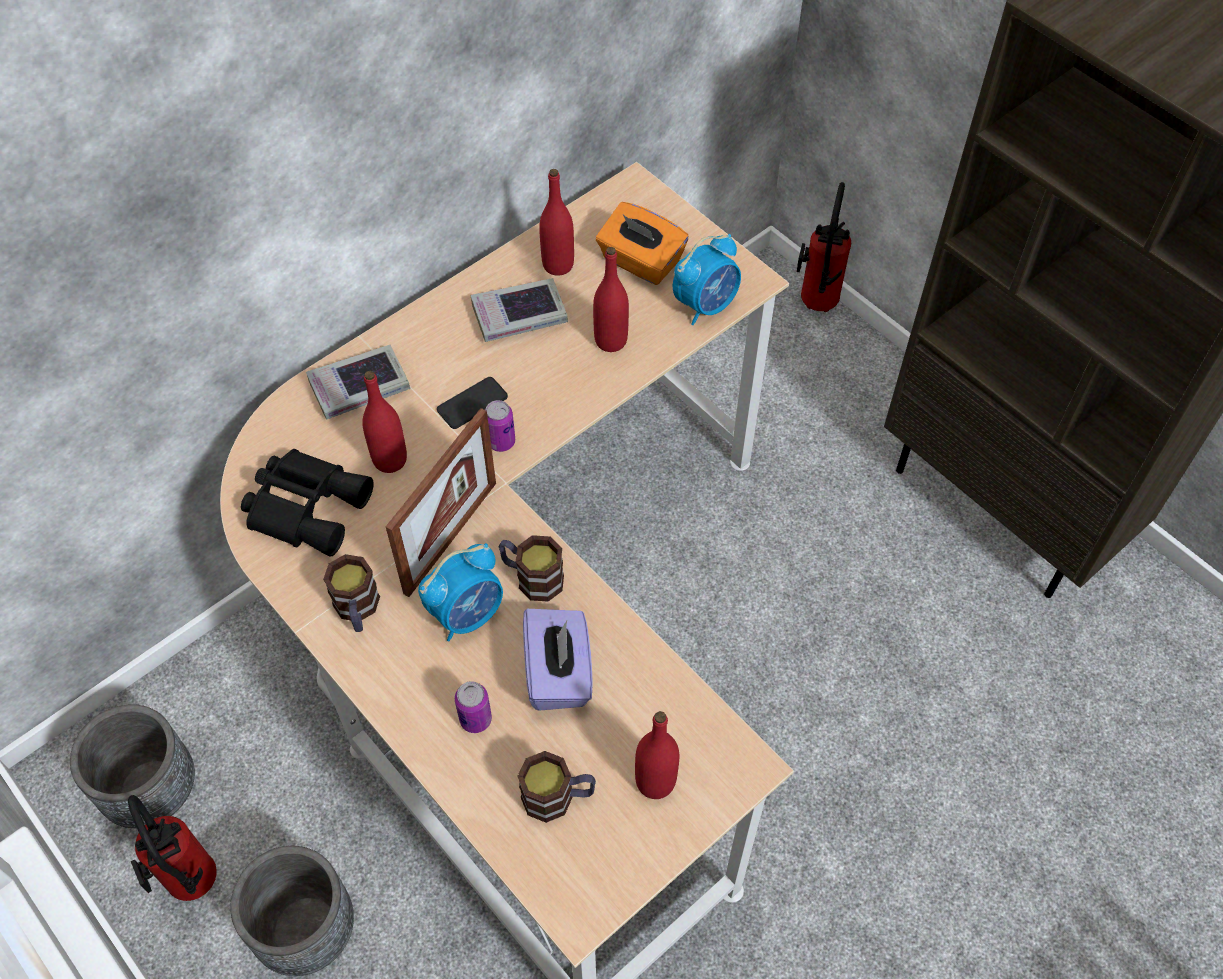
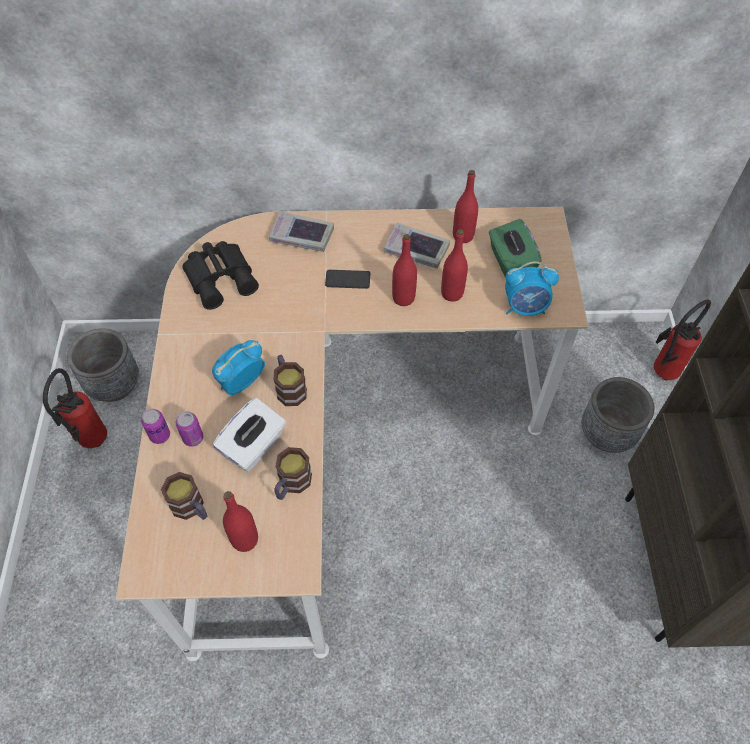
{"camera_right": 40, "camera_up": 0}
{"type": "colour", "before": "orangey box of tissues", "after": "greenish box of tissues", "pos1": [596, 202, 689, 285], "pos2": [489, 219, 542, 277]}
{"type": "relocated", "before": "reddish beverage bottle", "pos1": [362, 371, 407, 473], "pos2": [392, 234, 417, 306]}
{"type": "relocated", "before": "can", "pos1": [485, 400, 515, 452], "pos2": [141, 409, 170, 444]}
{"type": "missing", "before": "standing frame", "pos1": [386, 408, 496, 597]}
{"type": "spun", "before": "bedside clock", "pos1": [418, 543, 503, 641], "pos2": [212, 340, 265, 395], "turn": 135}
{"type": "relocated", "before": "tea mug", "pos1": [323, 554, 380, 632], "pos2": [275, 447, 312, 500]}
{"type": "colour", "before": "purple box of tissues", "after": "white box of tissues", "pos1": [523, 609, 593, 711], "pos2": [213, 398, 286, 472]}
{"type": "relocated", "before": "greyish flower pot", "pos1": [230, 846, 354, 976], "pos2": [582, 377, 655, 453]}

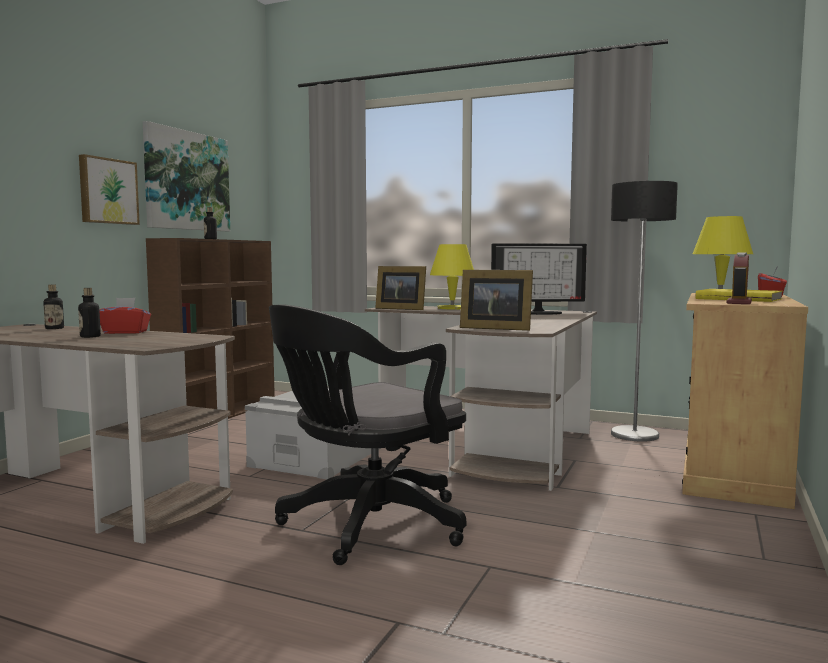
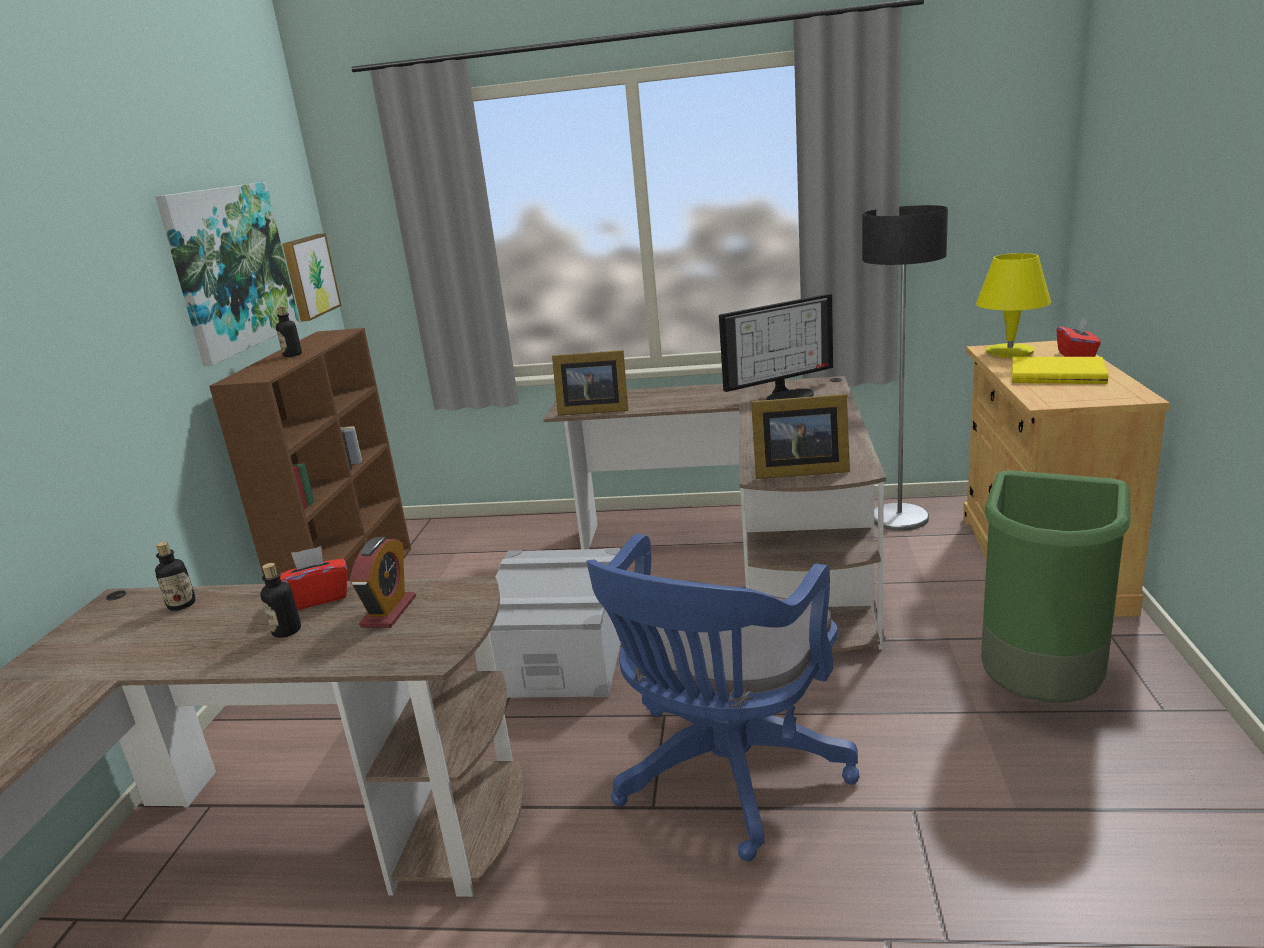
{"camera_right": -15, "camera_up": 15}
{"type": "relocated", "before": "wall picture", "pos1": [79, 154, 140, 225], "pos2": [282, 233, 341, 322]}
{"type": "missing", "before": "yellow tabletop lamp", "pos1": [430, 244, 474, 310]}
{"type": "relocated", "before": "bedside clock", "pos1": [726, 252, 752, 304], "pos2": [350, 537, 416, 628]}
{"type": "colour", "before": "blackish office chair", "after": "bluish office chair", "pos1": [269, 304, 466, 565], "pos2": [586, 534, 860, 861]}
{"type": "appeared", "after": "greenish trash can", "pos2": [981, 470, 1131, 703]}

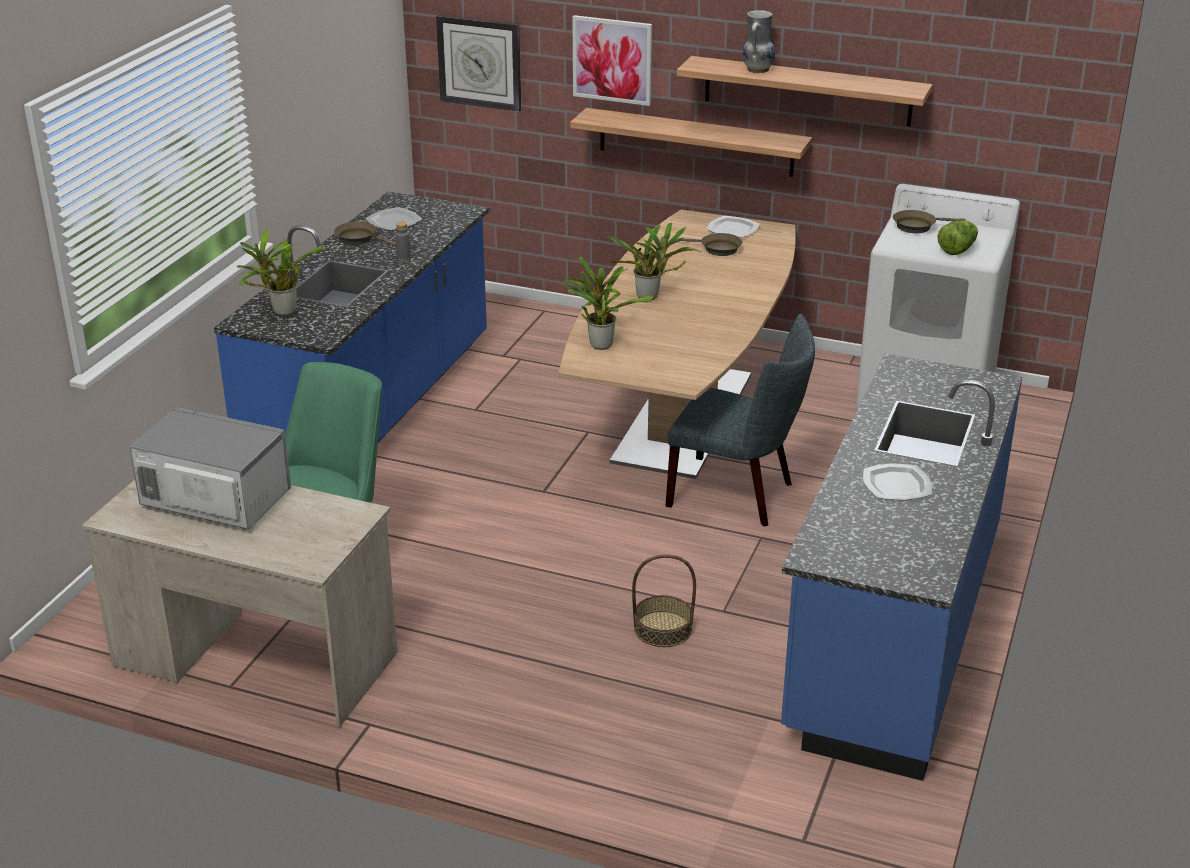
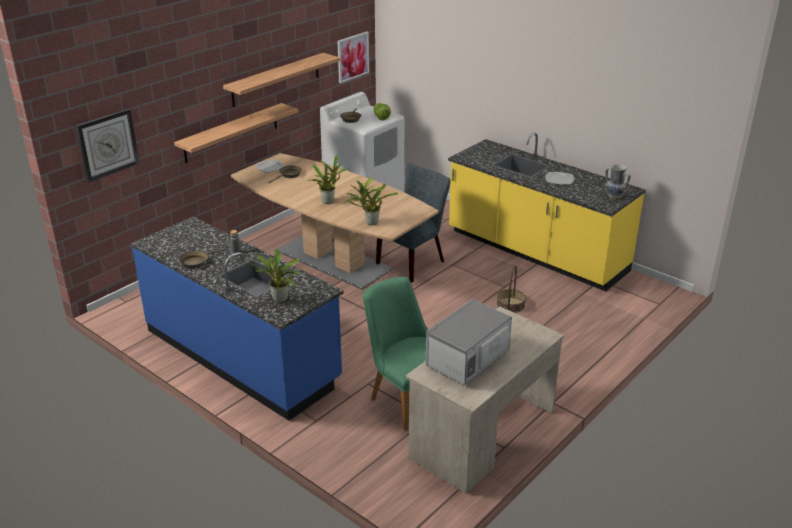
{"camera_right": -70, "camera_up": 0}
{"type": "relocated", "before": "flower vase", "pos1": [743, 10, 775, 73], "pos2": [605, 164, 631, 200]}
{"type": "relocated", "before": "wall picture", "pos1": [572, 15, 652, 106], "pos2": [337, 31, 369, 83]}
{"type": "missing", "before": "plate", "pos1": [365, 207, 422, 231]}
{"type": "colour", "before": "bluish kitchen base unit", "after": "yellow kitchen base unit", "pos1": [781, 353, 1022, 781], "pos2": [448, 132, 646, 291]}

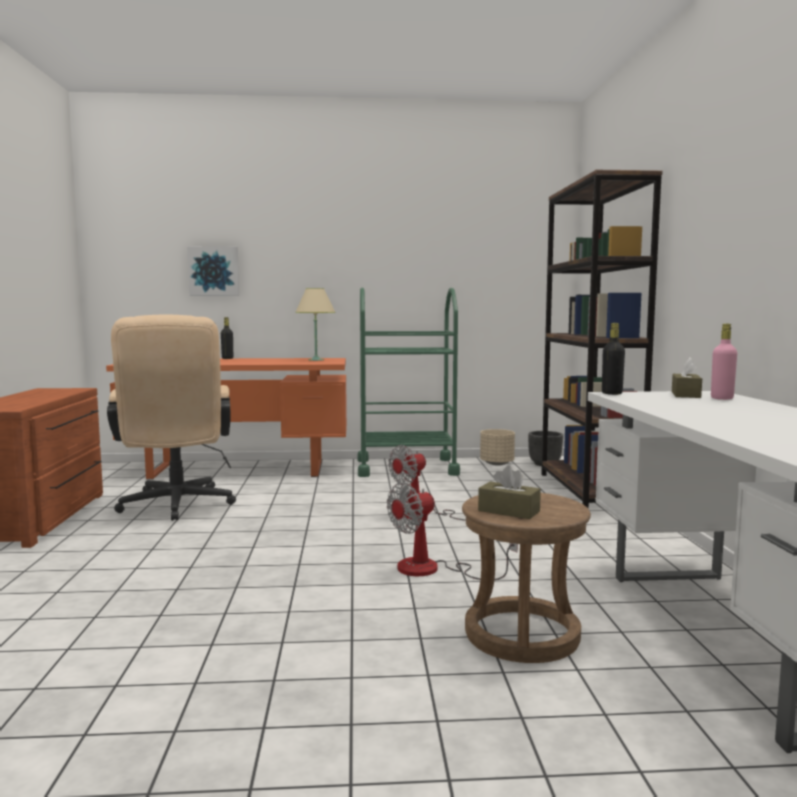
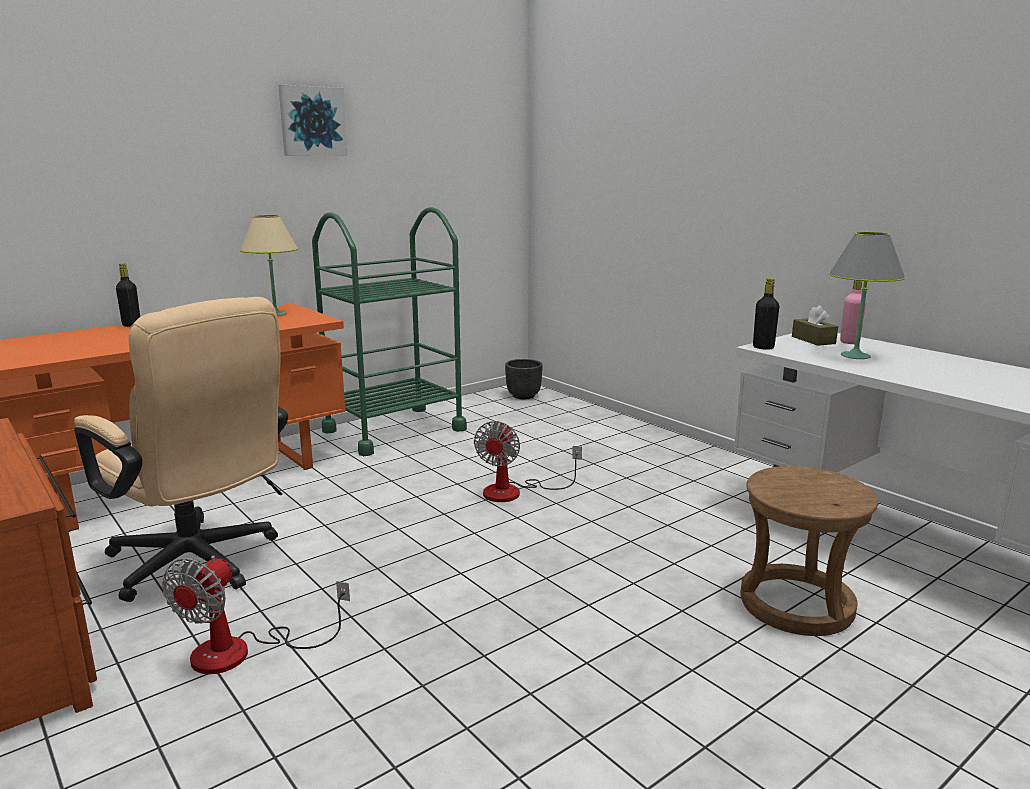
{"camera_right": -35, "camera_up": 10}
{"type": "missing", "before": "brown-coloured bookcase", "pos1": [541, 170, 663, 509]}
{"type": "relocated", "before": "wall picture", "pos1": [187, 246, 239, 296], "pos2": [278, 85, 348, 156]}
{"type": "missing", "before": "sand-coloured flower pot", "pos1": [480, 429, 515, 466]}
{"type": "missing", "before": "brown-coloured box of tissues", "pos1": [478, 466, 541, 519]}
{"type": "relocated", "before": "cooling fan", "pos1": [387, 482, 518, 580], "pos2": [162, 556, 350, 674]}
{"type": "appeared", "after": "greyish tabletop lamp", "pos2": [829, 232, 905, 359]}

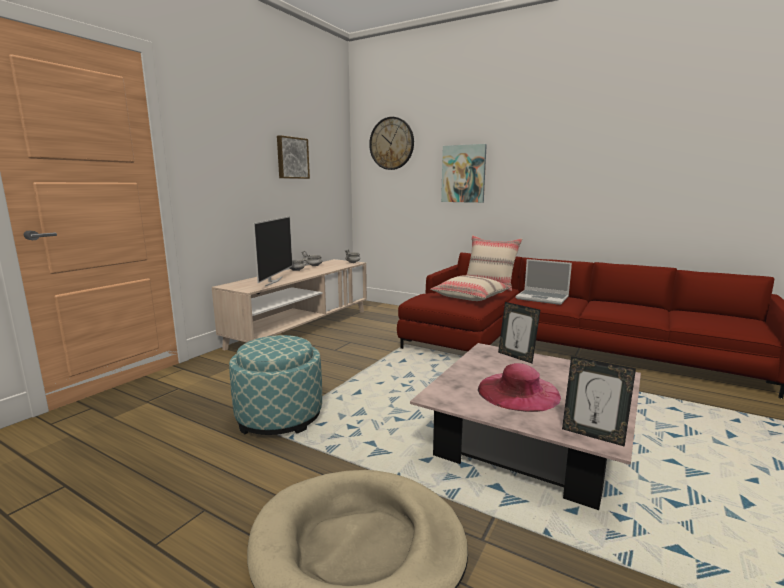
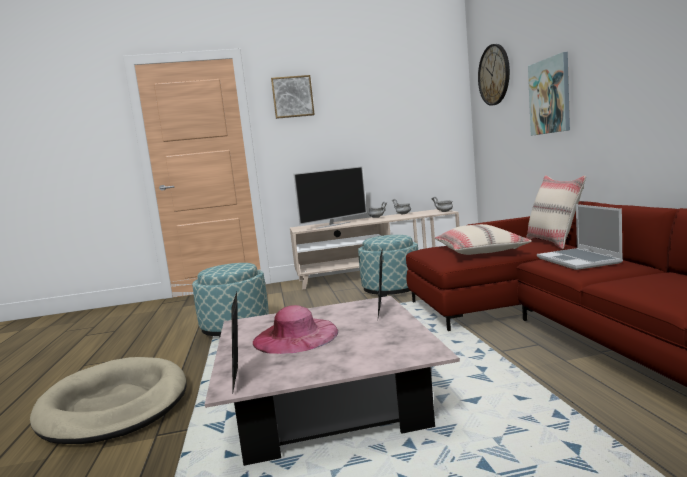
{"camera_right": 50, "camera_up": -5}
{"type": "relocated", "before": "wall picture", "pos1": [277, 135, 310, 179], "pos2": [271, 75, 315, 119]}
{"type": "appeared", "after": "ottoman", "pos2": [358, 235, 418, 297]}

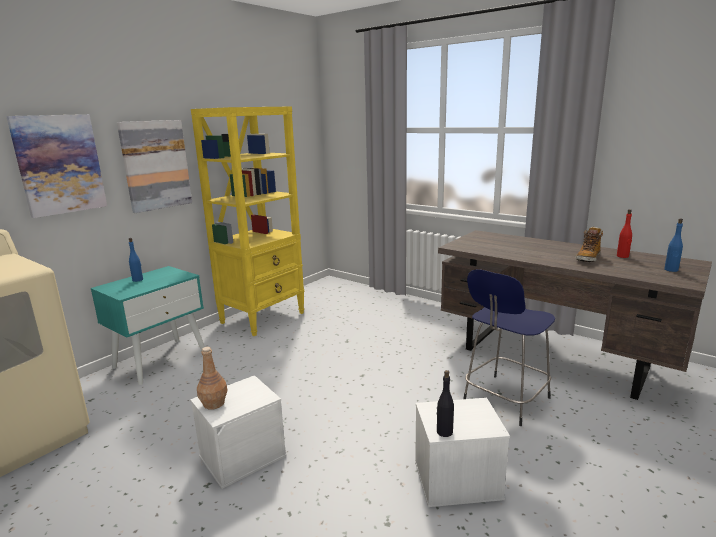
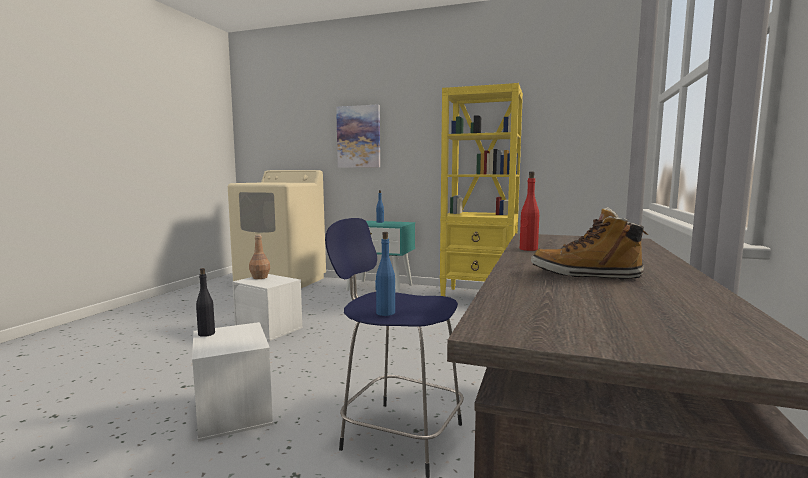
{"camera_right": 70, "camera_up": -10}
{"type": "missing", "before": "wall picture", "pos1": [117, 120, 192, 213]}
{"type": "relocated", "before": "reddish beverage bottle", "pos1": [617, 209, 632, 258], "pos2": [520, 171, 539, 251]}
{"type": "relocated", "before": "bluish beverage bottle", "pos1": [664, 219, 683, 272], "pos2": [375, 232, 395, 316]}

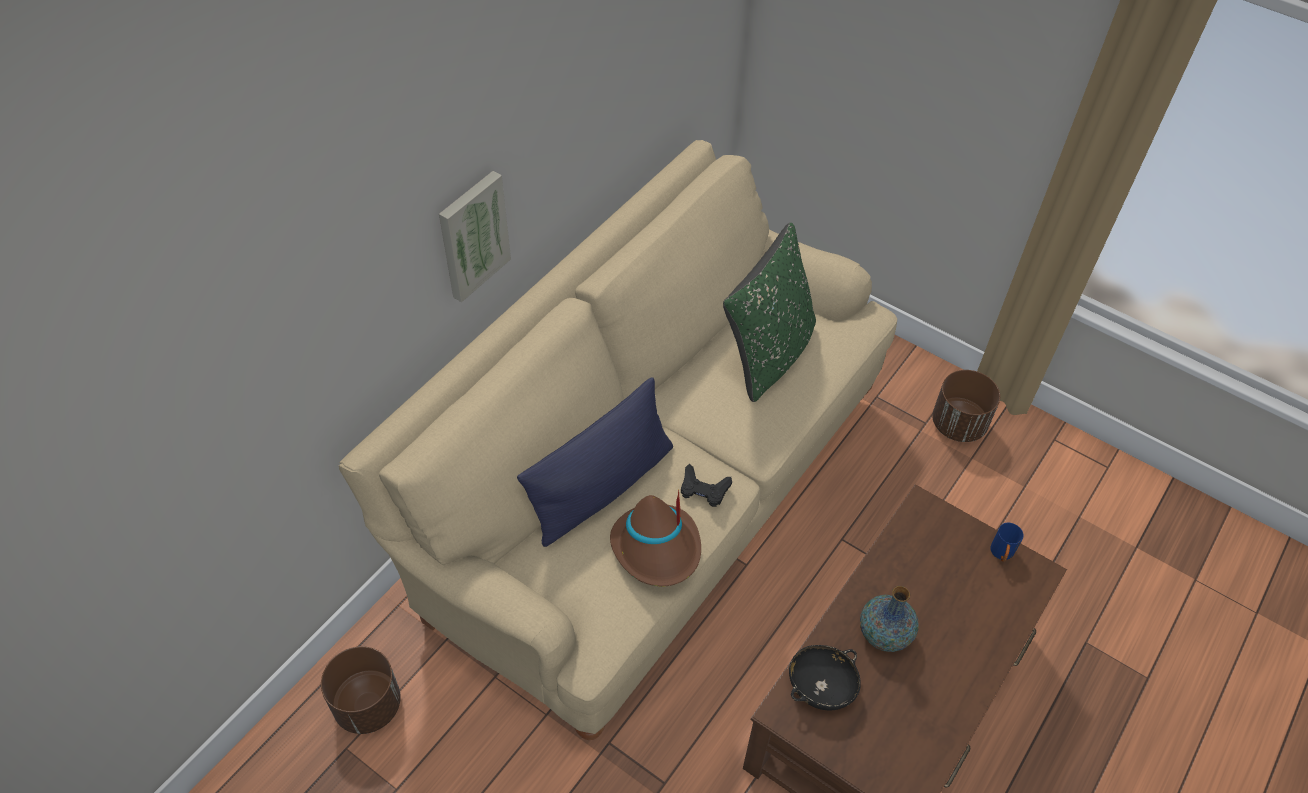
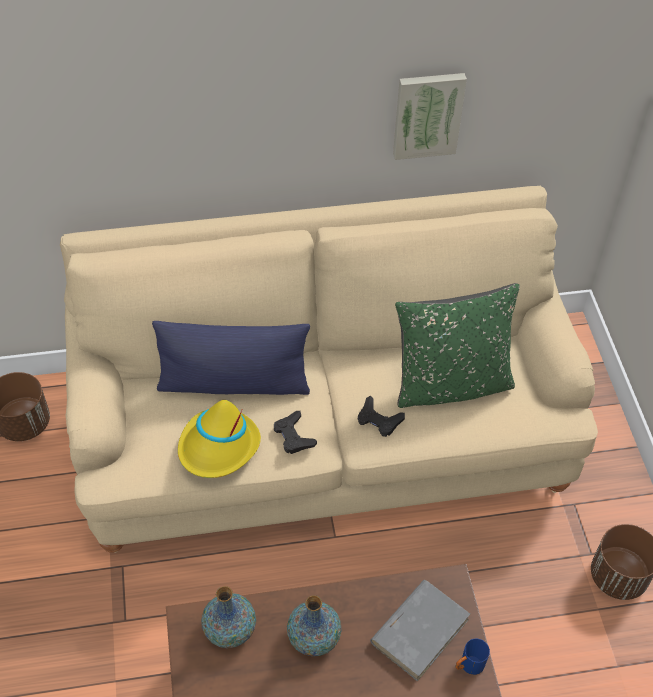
{"camera_right": 45, "camera_up": 0}
{"type": "relocated", "before": "wall picture", "pos1": [439, 171, 511, 302], "pos2": [393, 73, 467, 160]}
{"type": "colour", "before": "brown-coloured wearable hat", "after": "yellow wearable hat", "pos1": [610, 489, 701, 586], "pos2": [178, 400, 261, 478]}
{"type": "exchanged", "before": "blackish bowl", "after": "flower vase", "pos1": [789, 645, 861, 711], "pos2": [201, 586, 256, 648]}
{"type": "appeared", "after": "blackish joypad", "pos2": [358, 395, 405, 437]}
{"type": "appeared", "after": "greyish volume", "pos2": [370, 580, 470, 681]}

